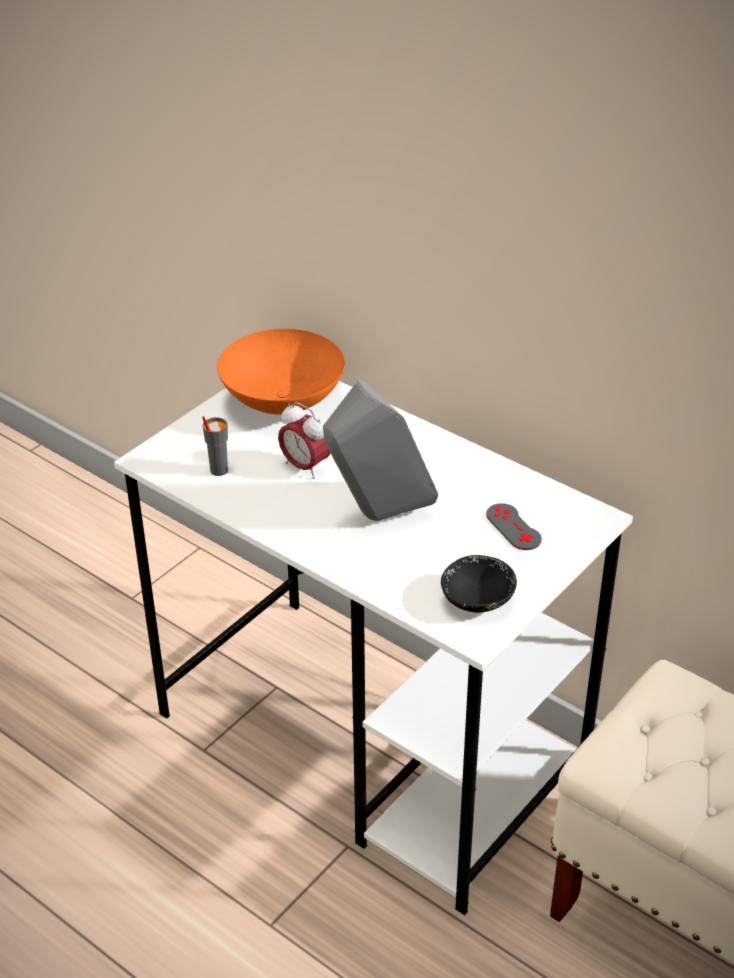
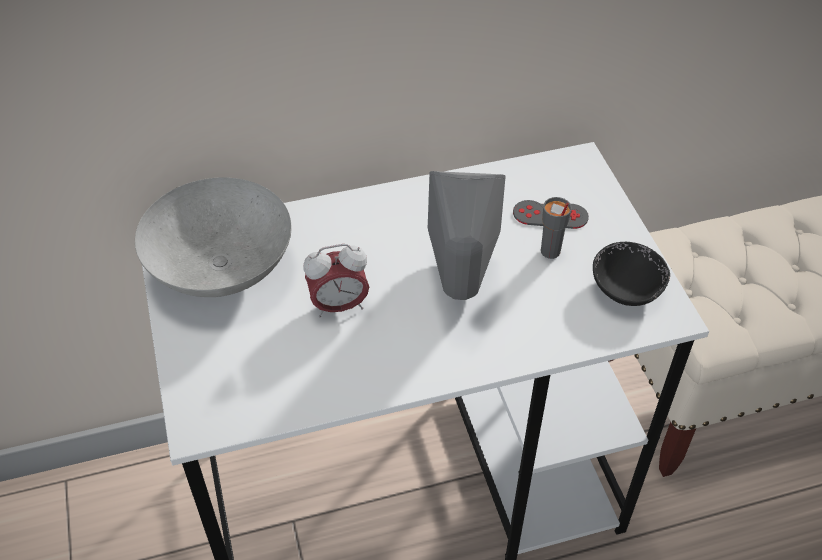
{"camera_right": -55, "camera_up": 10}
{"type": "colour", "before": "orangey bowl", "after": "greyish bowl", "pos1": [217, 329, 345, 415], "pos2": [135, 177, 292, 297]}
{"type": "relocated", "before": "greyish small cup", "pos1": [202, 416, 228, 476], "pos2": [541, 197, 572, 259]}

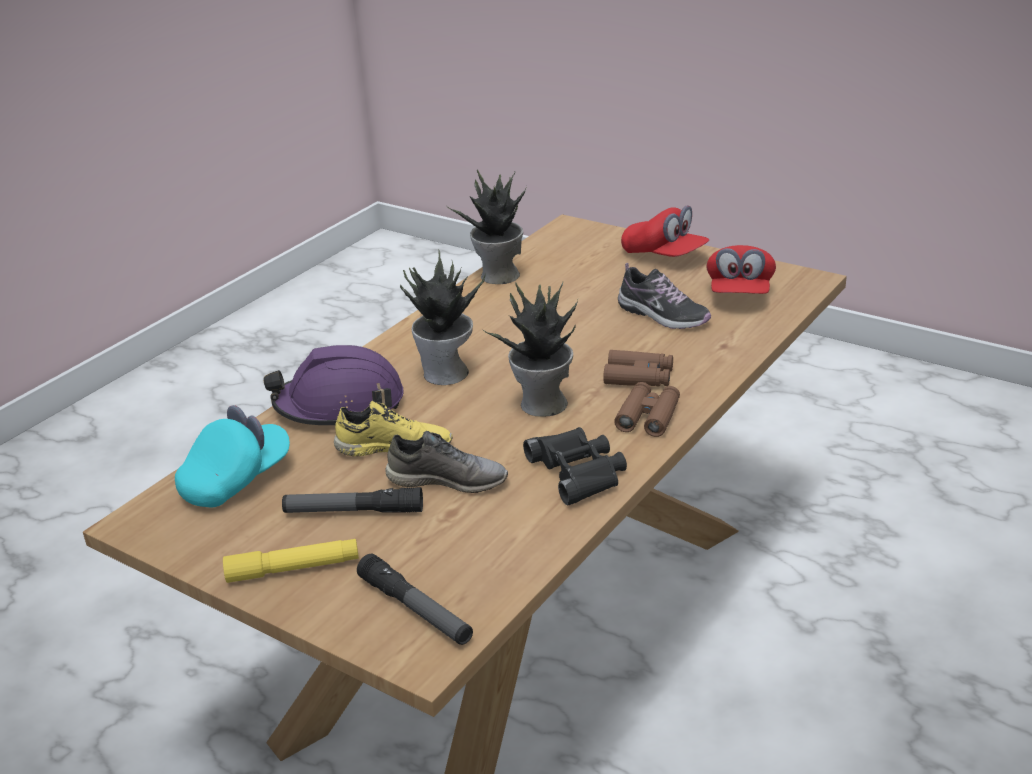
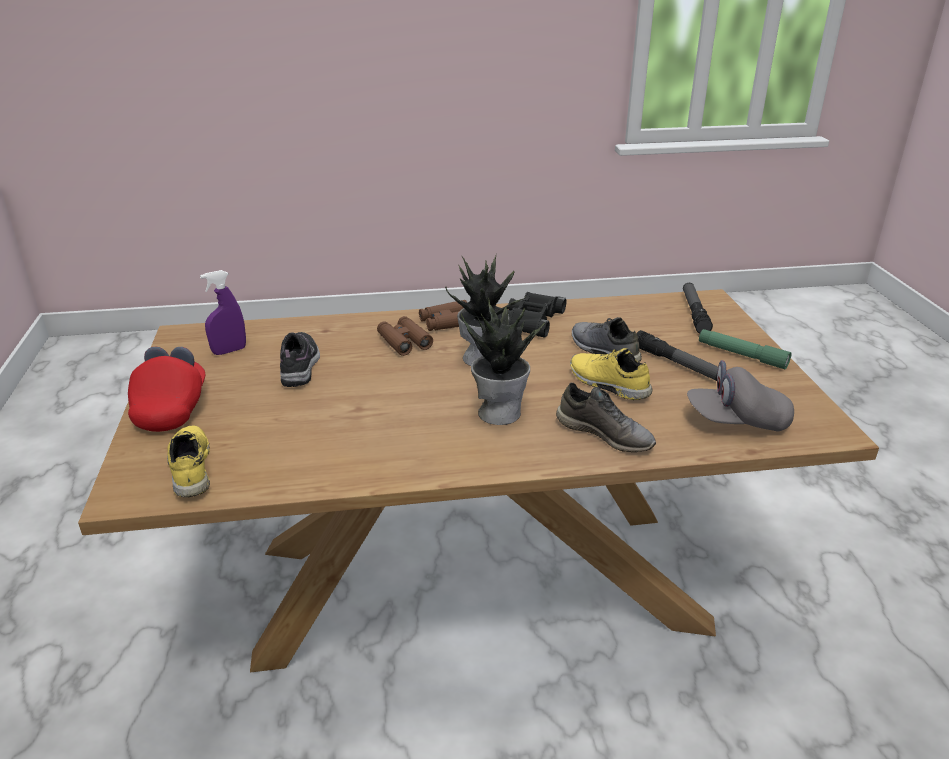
{"camera_right": -135, "camera_up": 0}
{"type": "missing", "before": "potted plant", "pos1": [447, 170, 527, 284]}
{"type": "exchanged", "before": "reddish peaked cap", "after": "purple sprayer", "pos1": [706, 245, 776, 294], "pos2": [200, 270, 246, 355]}
{"type": "exchanged", "before": "purple hard hat", "after": "greyish shoe", "pos1": [263, 345, 404, 425], "pos2": [556, 383, 656, 452]}
{"type": "colour", "before": "blue-green peaked cap", "after": "greyish peaked cap", "pos1": [175, 405, 290, 507], "pos2": [687, 360, 794, 432]}
{"type": "colour", "before": "yellow flashlight", "after": "greenish flashlight", "pos1": [223, 539, 359, 583], "pos2": [699, 329, 791, 369]}
{"type": "appeared", "after": "yellow shoe", "pos2": [167, 425, 210, 497]}

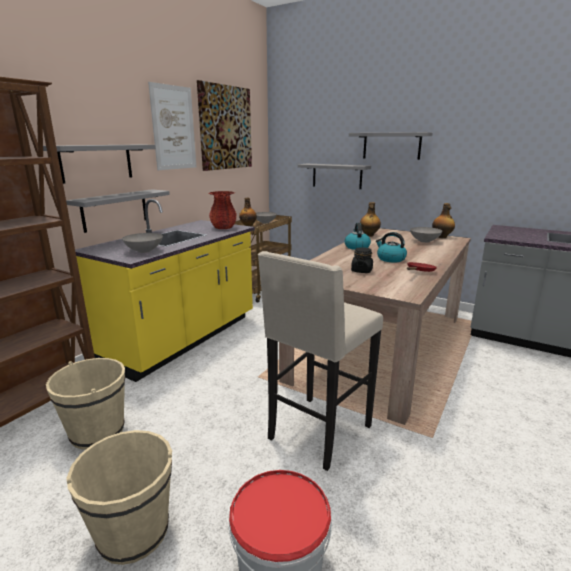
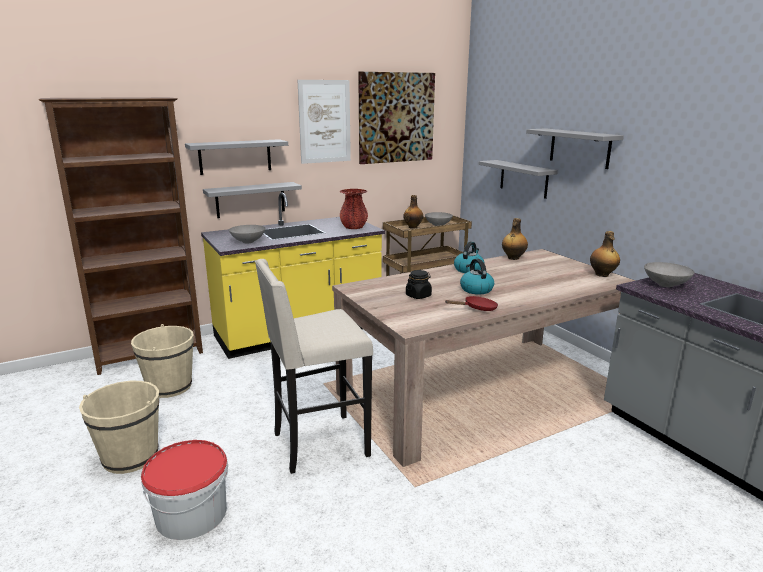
{"camera_right": 30, "camera_up": 0}
{"type": "relocated", "before": "greyish bowl", "pos1": [410, 227, 443, 243], "pos2": [644, 262, 695, 287]}

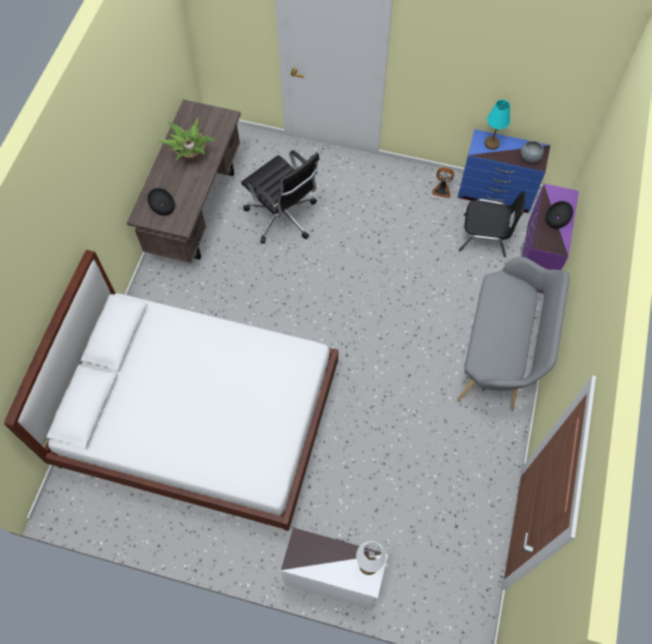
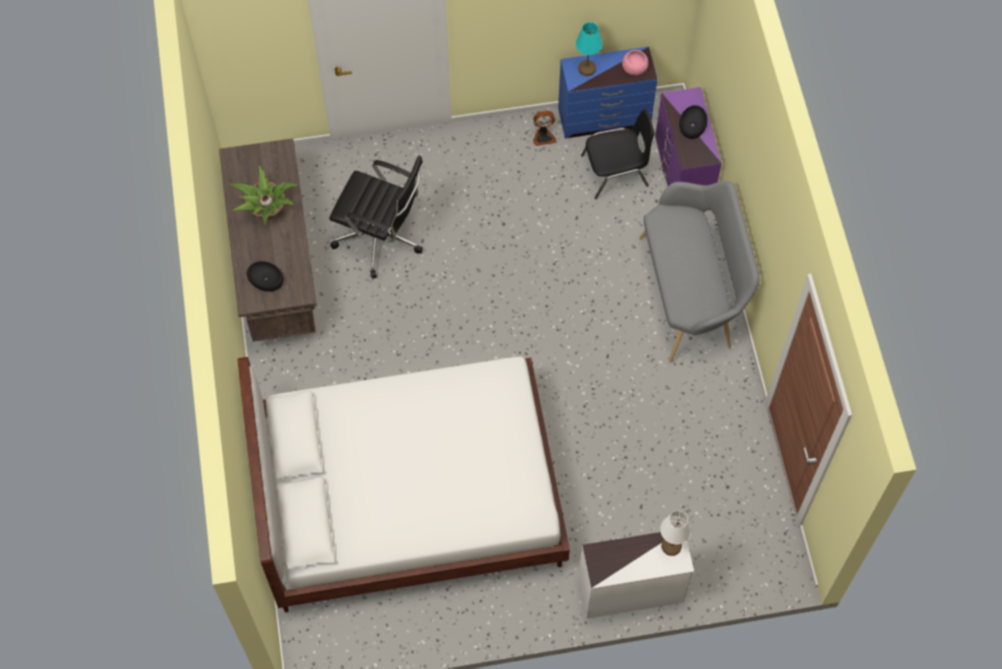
{"camera_right": -25, "camera_up": 0}
{"type": "colour", "before": "greyish bowl", "after": "pinkish bowl", "pos1": [521, 141, 544, 163], "pos2": [622, 50, 648, 75]}

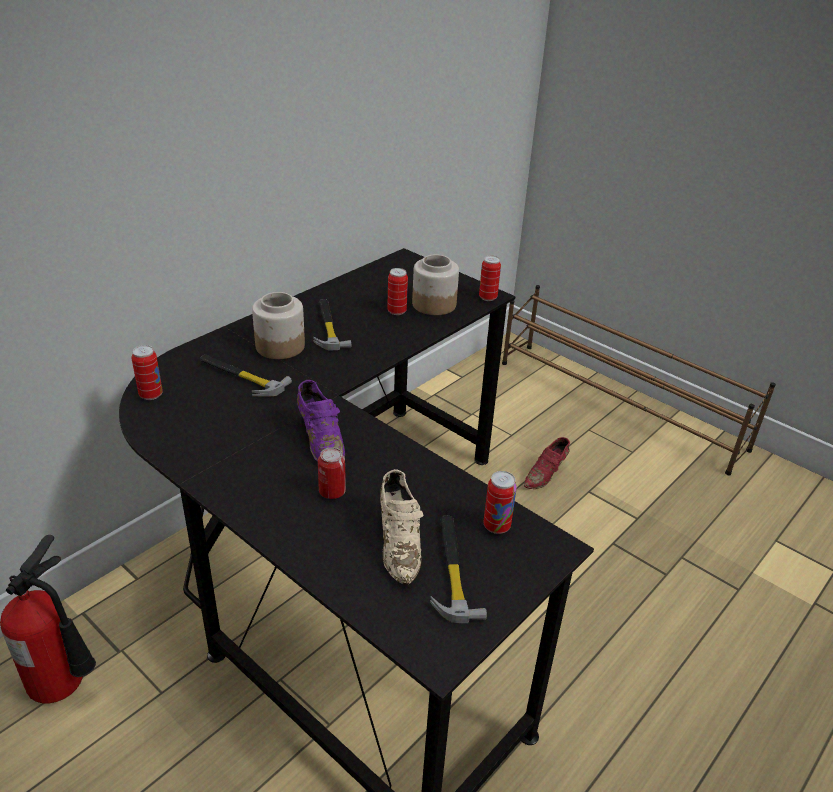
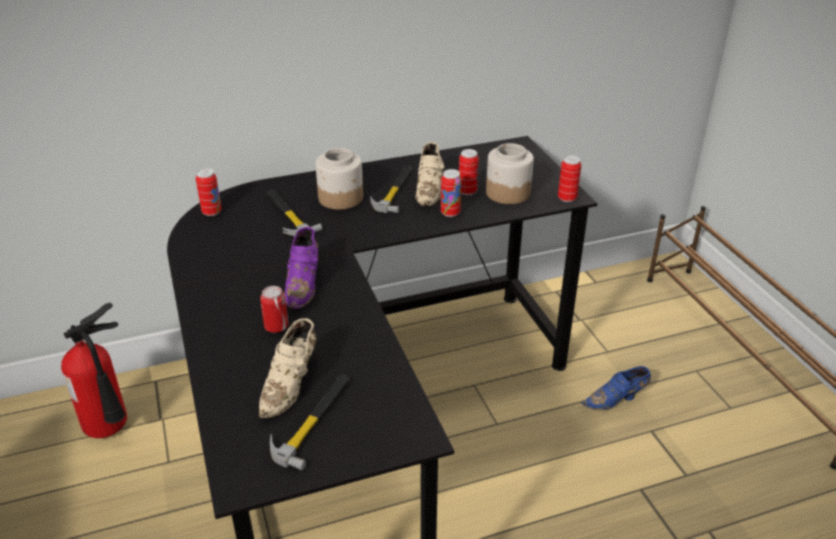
{"camera_right": 30, "camera_up": 0}
{"type": "colour", "before": "reddish shoe", "after": "bluish shoe", "pos1": [524, 437, 570, 489], "pos2": [581, 366, 651, 411]}
{"type": "relocated", "before": "can", "pos1": [483, 471, 517, 534], "pos2": [441, 169, 462, 217]}
{"type": "appeared", "after": "sand-coloured shoe", "pos2": [416, 142, 445, 206]}

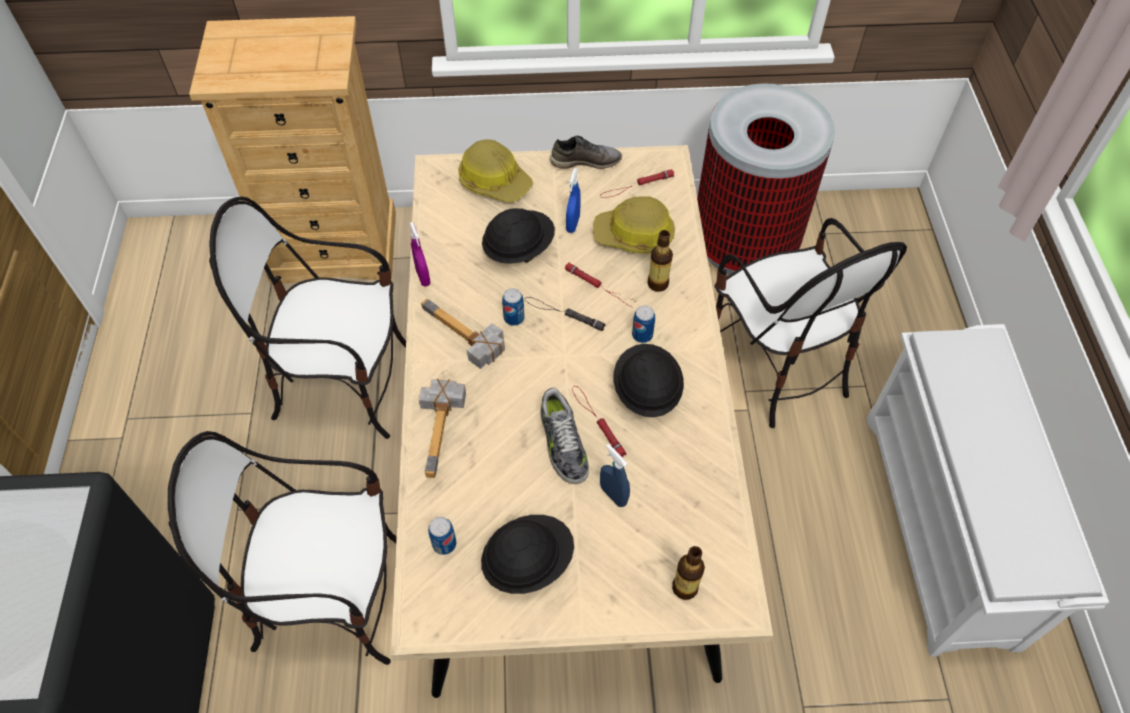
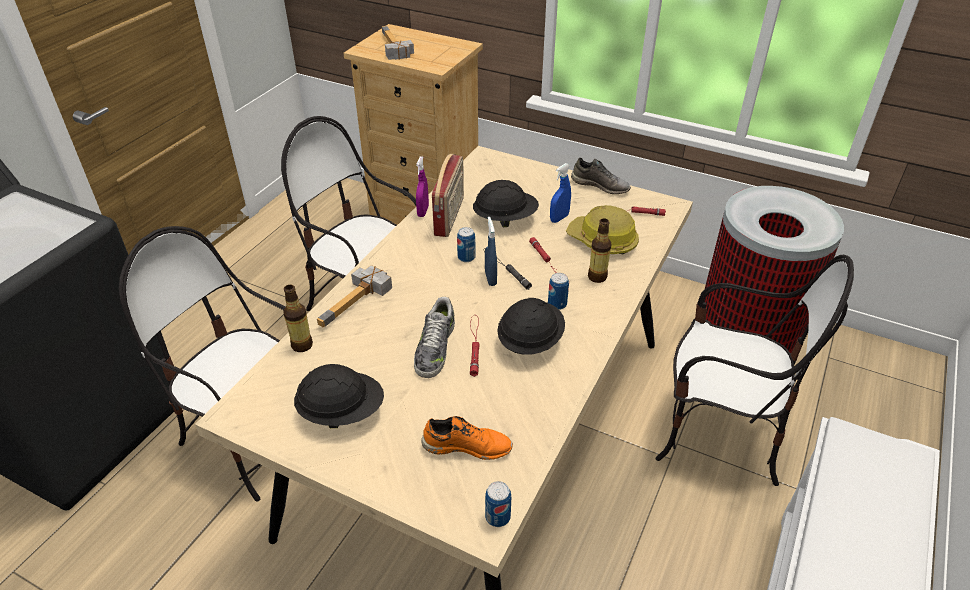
{"camera_right": 30, "camera_up": -15}
{"type": "missing", "before": "hard hat", "pos1": [458, 139, 533, 202]}
{"type": "spun", "before": "plain chair", "pos1": [714, 218, 907, 428], "pos2": [655, 255, 854, 486], "turn": -75}
{"type": "relocated", "before": "hand hammer", "pos1": [421, 298, 505, 369], "pos2": [382, 26, 414, 60]}
{"type": "relocated", "before": "bluish sprayer", "pos1": [600, 444, 630, 507], "pos2": [485, 217, 497, 286]}
{"type": "relocated", "before": "can", "pos1": [428, 517, 456, 555], "pos2": [485, 481, 511, 527]}
{"type": "relocated", "before": "beverage bottle", "pos1": [672, 546, 705, 600], "pos2": [283, 285, 313, 352]}
{"type": "appeared", "after": "radio receiver", "pos2": [432, 154, 464, 237]}
{"type": "appeared", "after": "orangey shoe", "pos2": [421, 416, 513, 460]}

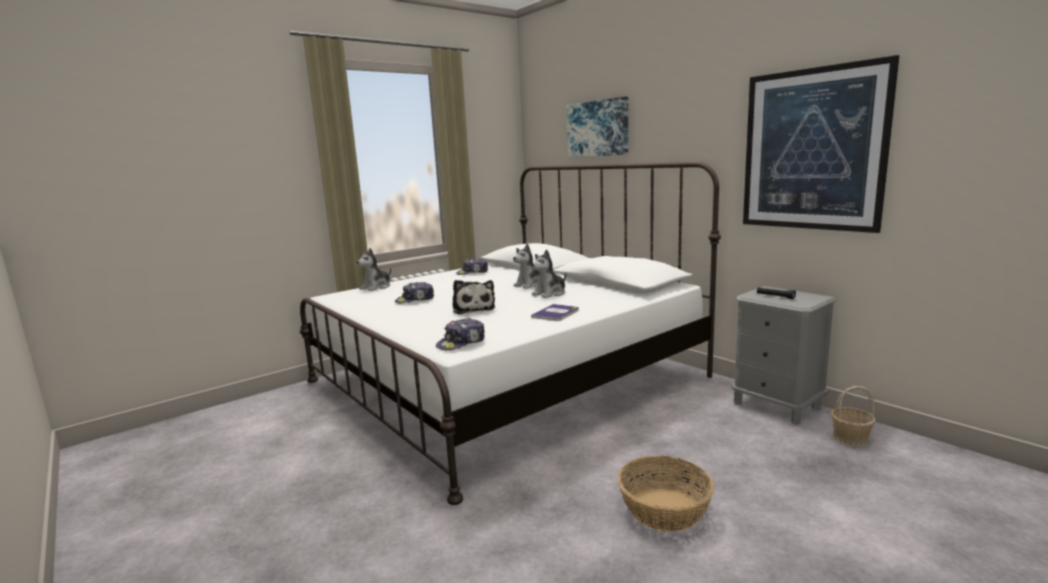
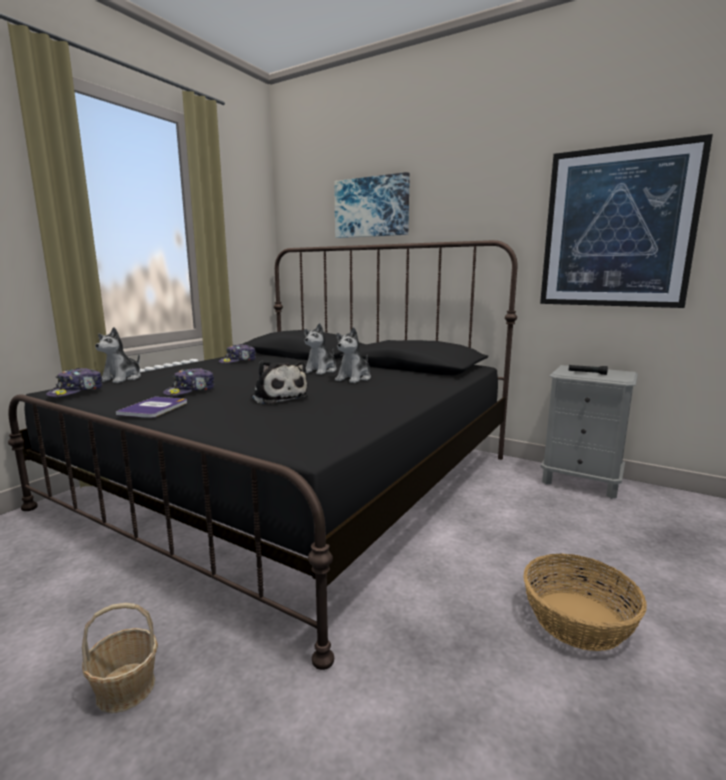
{"camera_right": -20, "camera_up": 0}
{"type": "colour", "before": "white bedroom bed", "after": "blackish bedroom bed", "pos1": [300, 162, 721, 505], "pos2": [8, 240, 517, 670]}
{"type": "relocated", "before": "volume", "pos1": [531, 304, 579, 321], "pos2": [116, 397, 187, 418]}
{"type": "relocated", "before": "peaked cap", "pos1": [436, 318, 485, 351], "pos2": [46, 368, 103, 397]}
{"type": "relocated", "before": "household basket", "pos1": [831, 386, 875, 447], "pos2": [82, 603, 158, 713]}

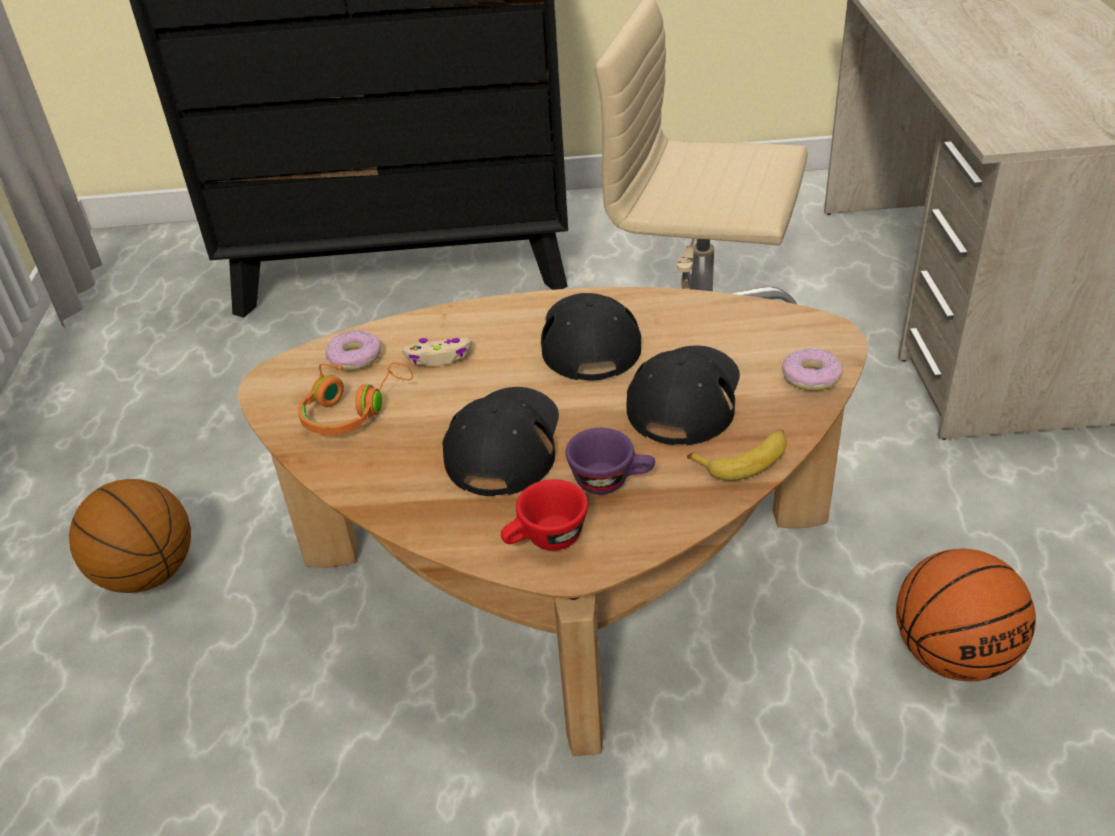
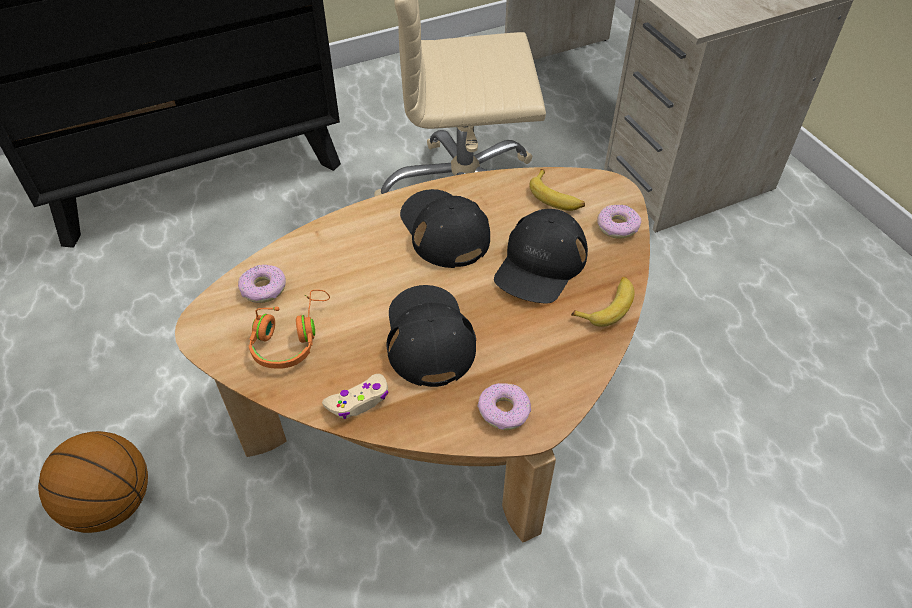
{"camera_right": -25, "camera_up": 10}
{"type": "relocated", "before": "sand-coloured joypad", "pos1": [402, 337, 472, 366], "pos2": [322, 374, 388, 419]}
{"type": "spun", "before": "blackish peaked cap", "pos1": [627, 346, 740, 445], "pos2": [494, 209, 588, 304], "turn": -150}
{"type": "missing", "before": "purple small cup", "pos1": [566, 428, 655, 494]}
{"type": "exchanged", "before": "reddish small cup", "after": "ring doughnut", "pos1": [501, 479, 588, 551], "pos2": [477, 383, 531, 430]}
{"type": "missing", "before": "basketball ball", "pos1": [896, 549, 1036, 682]}
{"type": "appeared", "after": "banana", "pos2": [529, 169, 585, 211]}

